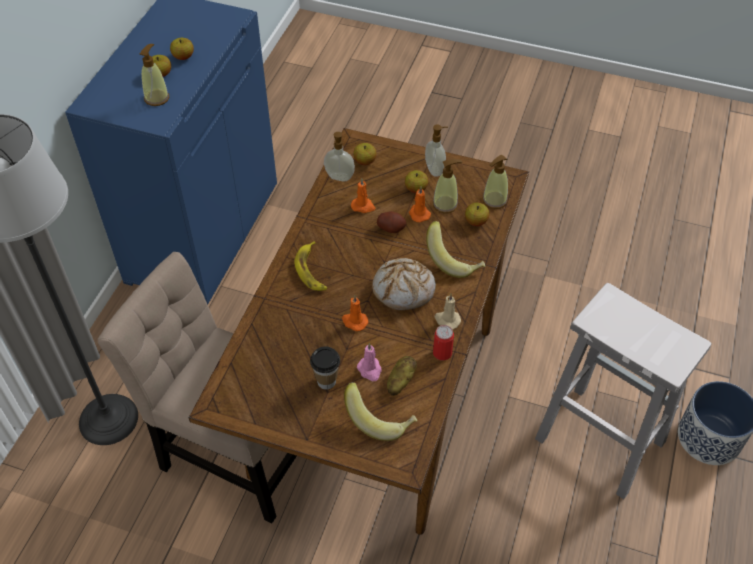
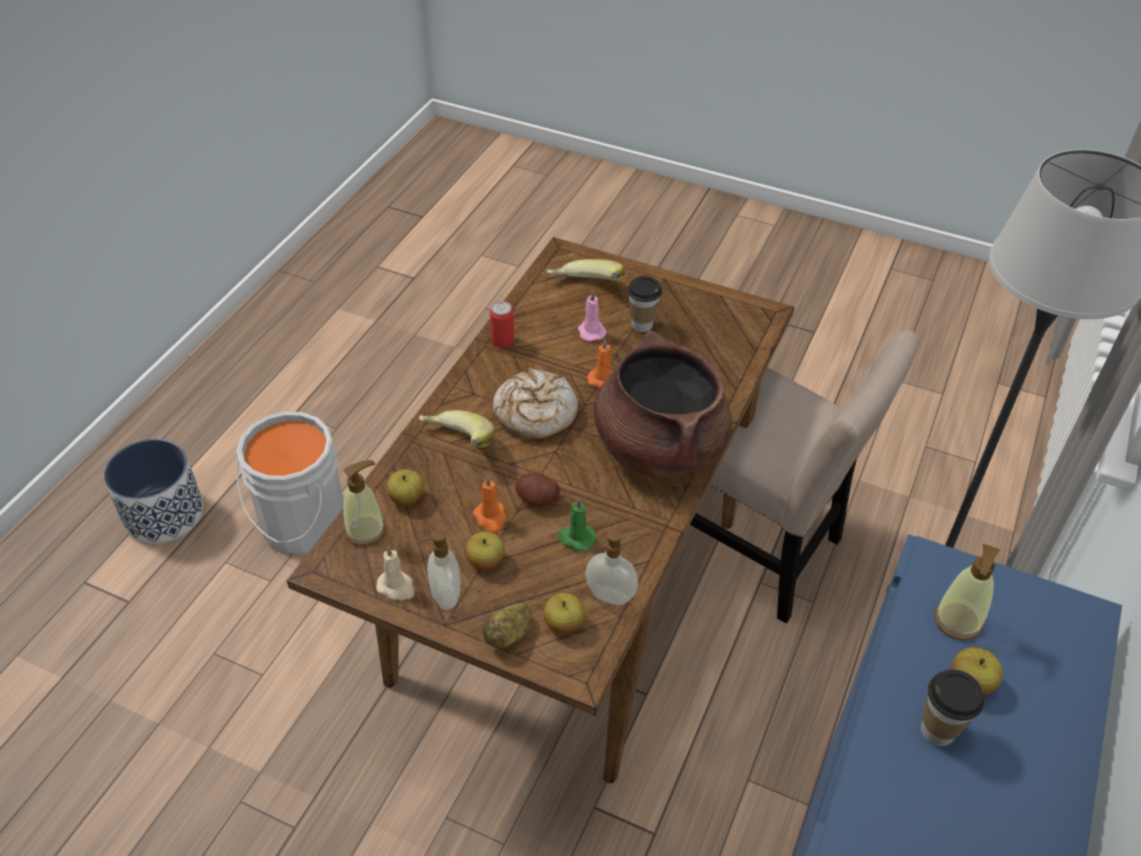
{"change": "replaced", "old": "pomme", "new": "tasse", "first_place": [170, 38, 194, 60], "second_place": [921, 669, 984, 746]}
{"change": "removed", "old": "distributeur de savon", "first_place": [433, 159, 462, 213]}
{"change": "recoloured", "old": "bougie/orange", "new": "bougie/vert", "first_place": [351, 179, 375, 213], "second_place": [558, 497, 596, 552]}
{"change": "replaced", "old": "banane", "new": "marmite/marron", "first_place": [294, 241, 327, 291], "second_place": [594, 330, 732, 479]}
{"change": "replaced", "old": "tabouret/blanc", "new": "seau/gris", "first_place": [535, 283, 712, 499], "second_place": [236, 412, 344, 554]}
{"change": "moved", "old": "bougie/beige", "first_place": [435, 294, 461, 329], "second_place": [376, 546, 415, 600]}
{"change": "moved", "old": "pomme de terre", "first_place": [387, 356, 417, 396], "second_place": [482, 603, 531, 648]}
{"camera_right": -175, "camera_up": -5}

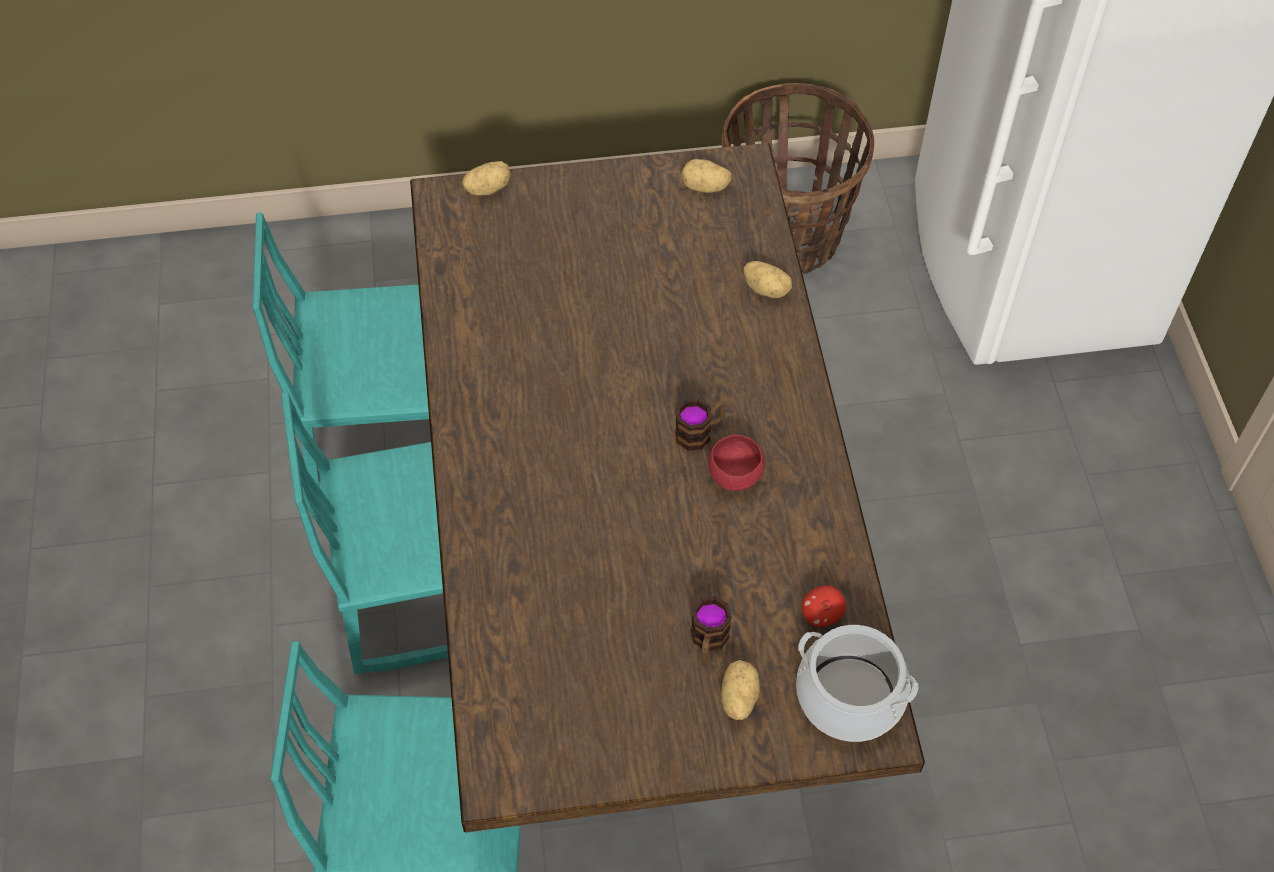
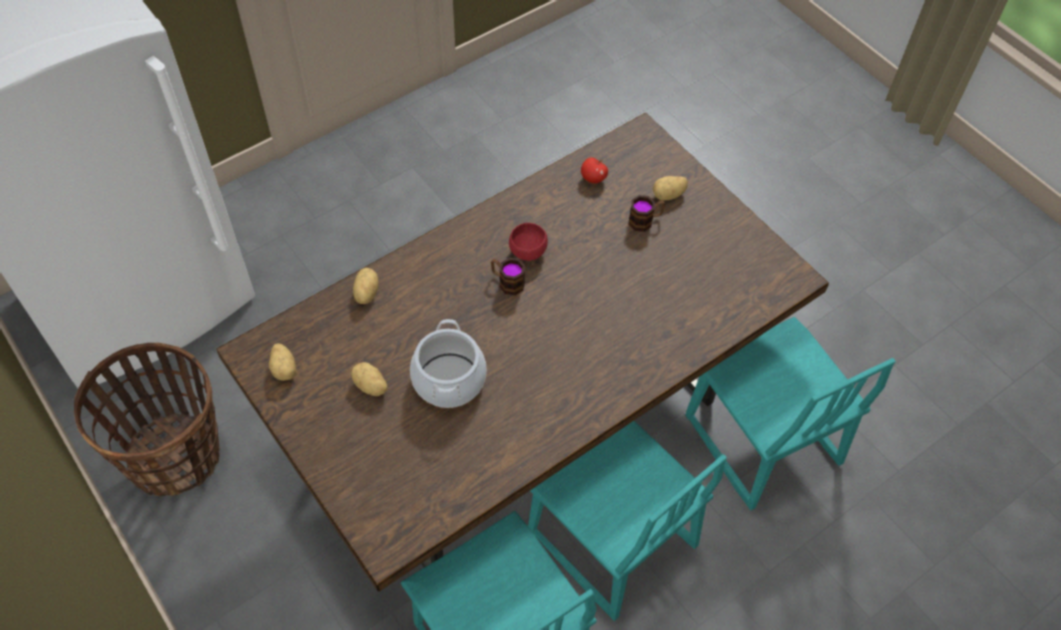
{"change": "moved", "old": "pomme de terre", "first_place": [462, 161, 511, 195], "second_place": [351, 362, 388, 396]}
{"change": "moved", "old": "marmite", "first_place": [796, 625, 918, 742], "second_place": [410, 319, 487, 408]}
{"camera_right": -120, "camera_up": 0}

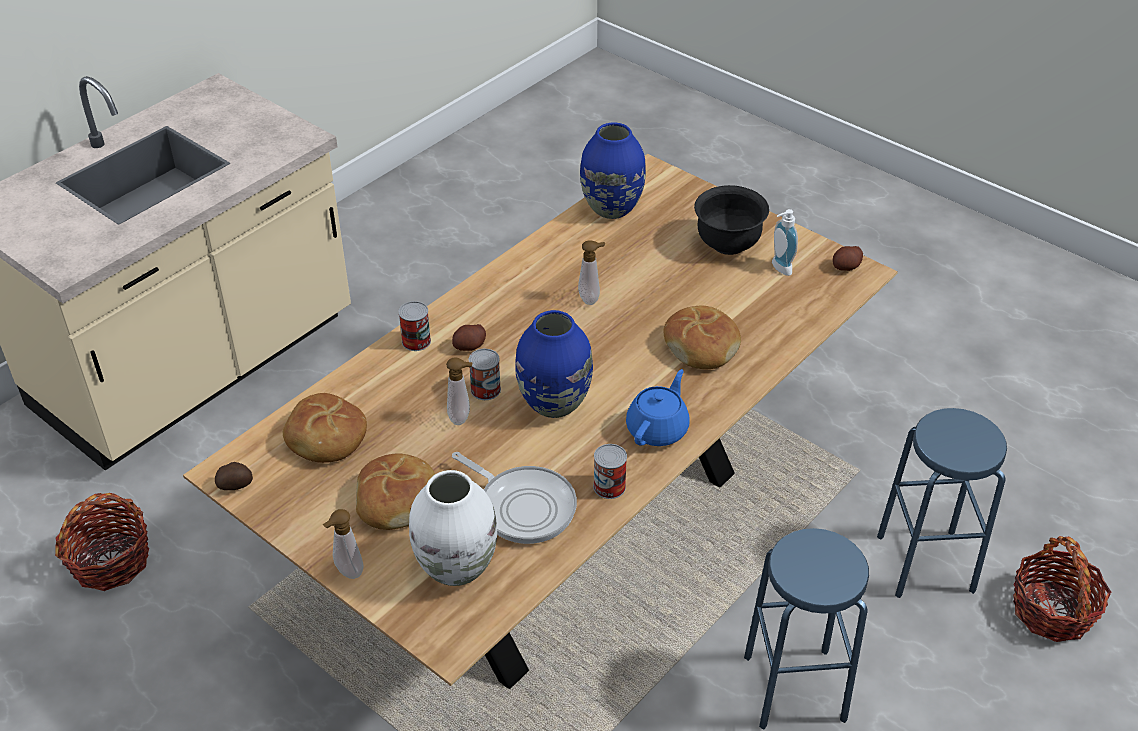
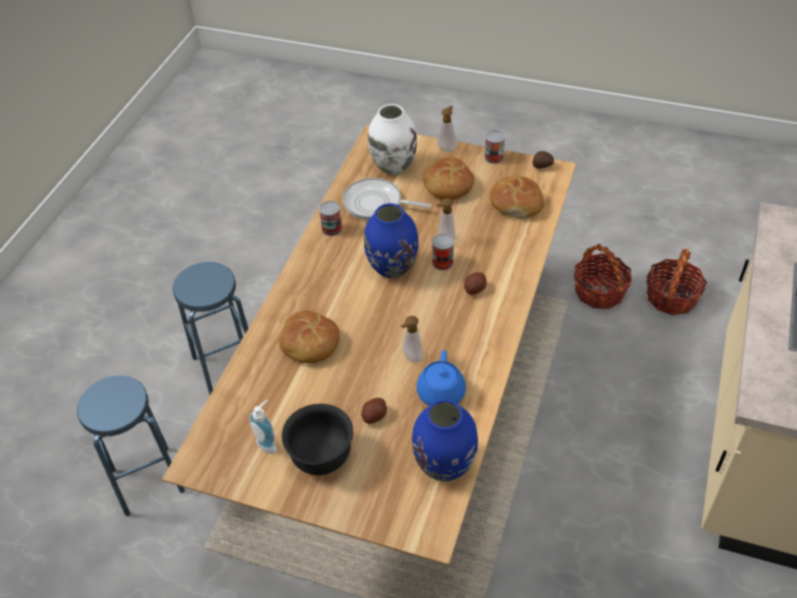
{"change": "moved", "old": "pomme de terre", "first_place": [833, 246, 863, 271], "second_place": [361, 398, 387, 424]}
{"change": "moved", "old": "boîte métallique", "first_place": [398, 301, 431, 351], "second_place": [485, 130, 505, 164]}
{"change": "moved", "old": "théière/bleu", "first_place": [626, 369, 690, 446], "second_place": [417, 350, 466, 406]}
{"change": "moved", "old": "panier", "first_place": [1013, 536, 1111, 642], "second_place": [574, 244, 632, 309]}
{"camera_right": 160, "camera_up": 5}

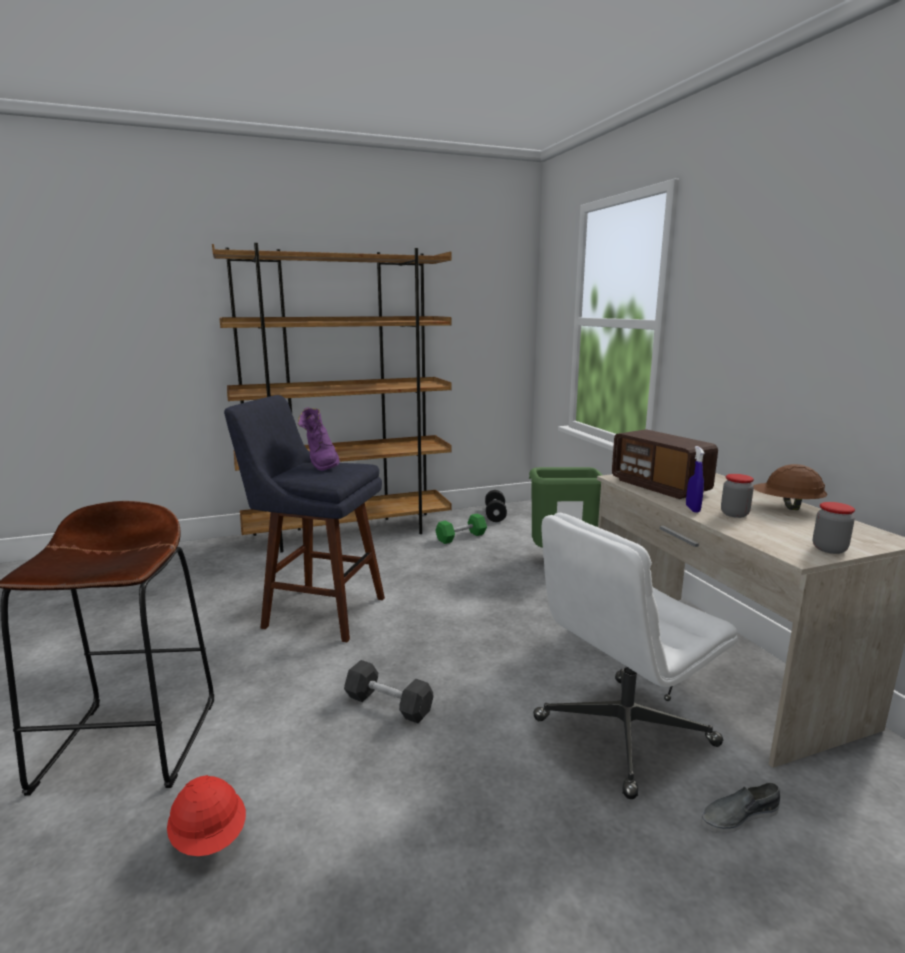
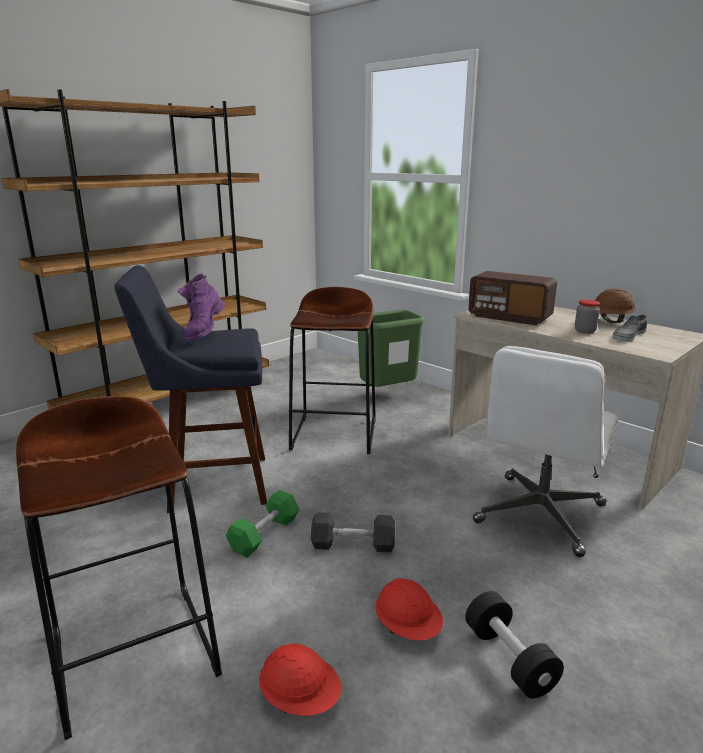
{"change": "turned", "old": "botte/violet", "first_place": [298, 407, 340, 471], "second_place": [177, 274, 225, 342], "degrees": 60}
{"change": "removed", "old": "vaporisateur/bleu", "first_place": [686, 446, 704, 513]}
{"change": "moved", "old": "haltère/noir", "first_place": [485, 490, 507, 522], "second_place": [465, 591, 564, 698]}
{"change": "removed", "old": "bocal", "first_place": [813, 502, 855, 554]}
{"change": "moved", "old": "haltère/vert", "first_place": [436, 513, 487, 544], "second_place": [225, 490, 300, 557]}
{"change": "moved", "old": "chaussure/gris", "first_place": [701, 782, 780, 833], "second_place": [612, 315, 647, 341]}
{"change": "added", "new": "tabouret/marron", "second_place": [289, 287, 376, 454]}
{"change": "added", "new": "casque de chantier/rouge", "second_place": [375, 578, 443, 640]}
{"camera_right": -25, "camera_up": 5}

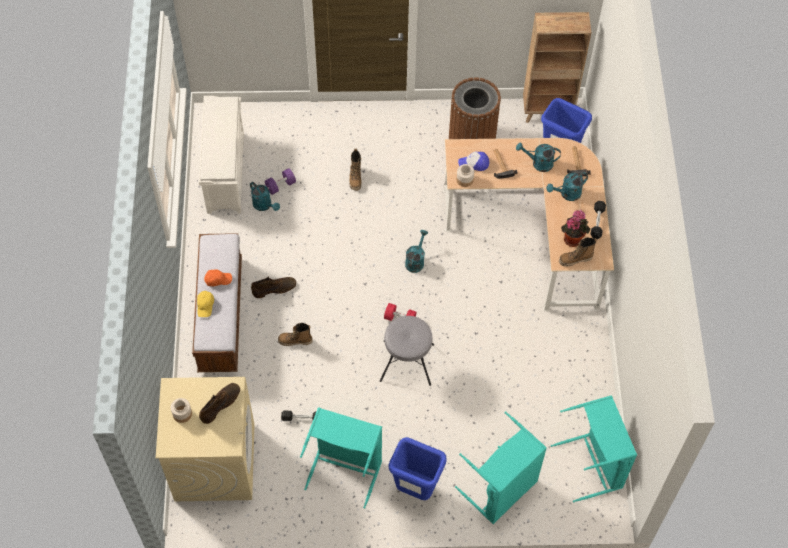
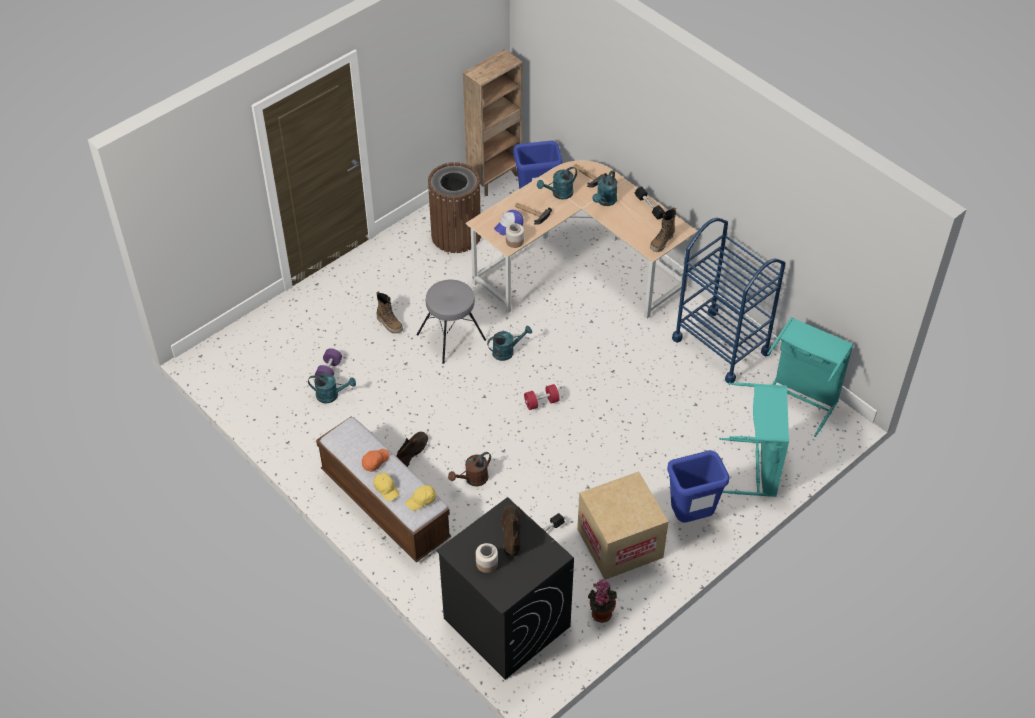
{"change": "removed", "old": "étagère à chaussures/blanc", "first_place": [199, 96, 244, 214]}
{"change": "moved", "old": "plante en pot", "first_place": [561, 210, 590, 247], "second_place": [588, 579, 617, 623]}
{"change": "turned", "old": "arrosoir/turquoise", "first_place": [405, 230, 428, 273], "second_place": [487, 326, 532, 361], "degrees": 90}
{"change": "moved", "old": "tabouret/gris", "first_place": [380, 316, 434, 386], "second_place": [417, 279, 486, 364]}
{"change": "replaced", "old": "botte", "new": "arrosoir/marron", "first_place": [278, 323, 312, 346], "second_place": [448, 452, 491, 486]}
{"change": "recoloured", "old": "lave-linge/beige", "new": "lave-linge/noir", "first_place": [156, 377, 255, 501], "second_place": [436, 497, 574, 680]}
{"change": "replaced", "old": "panier à linge/turquoise", "new": "carton", "first_place": [300, 407, 382, 509], "second_place": [577, 471, 669, 580]}
{"change": "added", "new": "chariot/bleu", "second_place": [672, 218, 785, 383]}
{"change": "added", "new": "casquette/jaune", "second_place": [405, 485, 436, 511]}
{"camera_right": -40, "camera_up": -10}

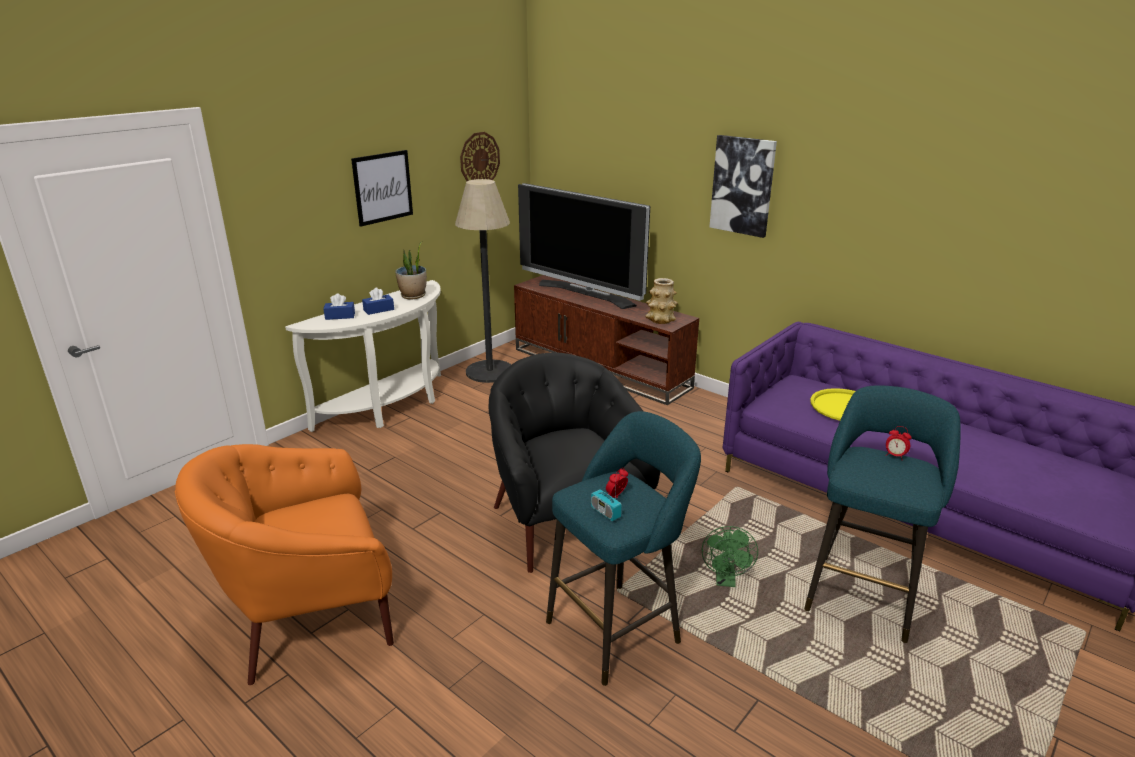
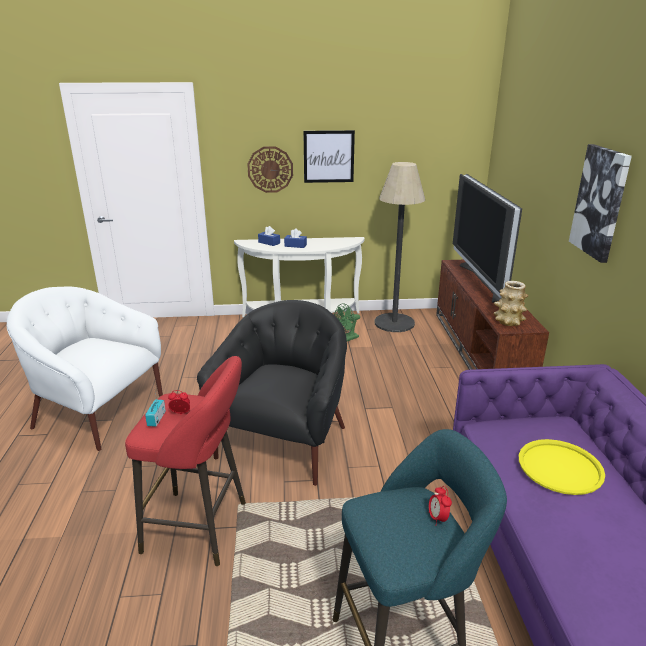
{"change": "moved", "old": "horloge murale", "first_place": [460, 132, 500, 181], "second_place": [247, 146, 293, 193]}
{"change": "removed", "old": "plante en pot", "first_place": [395, 242, 427, 300]}
{"change": "recoloured", "old": "tabouret/turquoise", "new": "tabouret/rouge", "first_place": [546, 411, 701, 686], "second_place": [125, 356, 246, 566]}
{"change": "recoloured", "old": "fauteuil/orange", "new": "fauteuil/blanc", "first_place": [175, 444, 394, 685], "second_place": [7, 287, 163, 451]}
{"change": "moved", "old": "ventilateur/vert", "first_place": [702, 526, 758, 587], "second_place": [334, 304, 360, 341]}
{"camera_right": 45, "camera_up": 0}

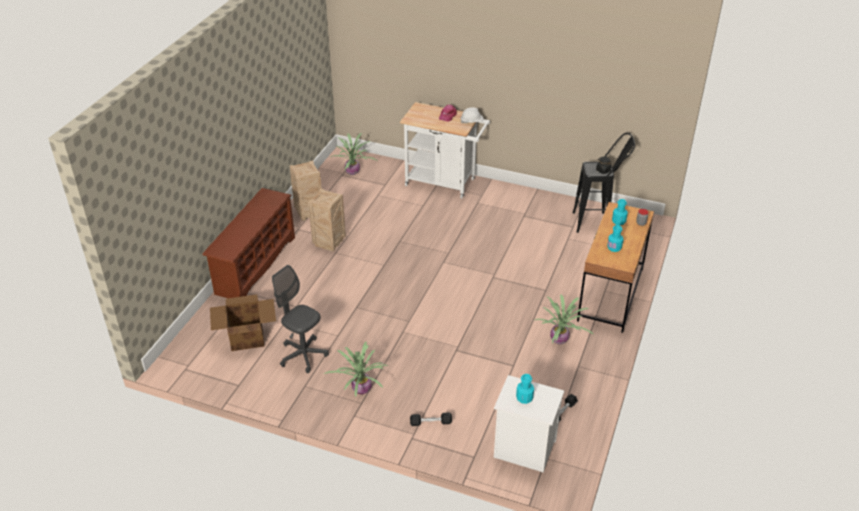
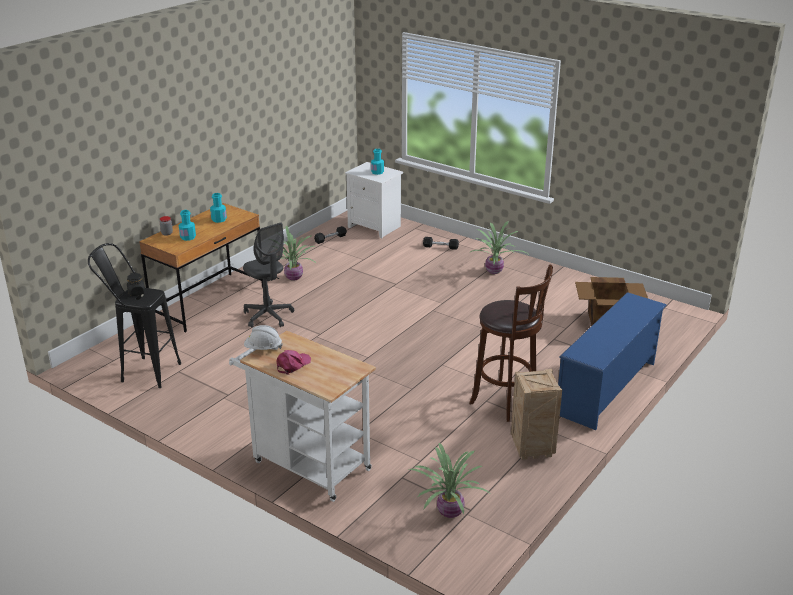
{"change": "recoloured", "old": "étagère à chaussures/marron", "new": "étagère à chaussures/bleu", "first_place": [202, 188, 295, 298], "second_place": [558, 292, 667, 430]}
{"change": "replaced", "old": "caisse", "new": "tabouret/marron", "first_place": [308, 188, 346, 251], "second_place": [469, 265, 553, 422]}
{"change": "moved", "old": "chaise de bureau/gris", "first_place": [272, 265, 329, 373], "second_place": [243, 223, 294, 327]}
{"camera_right": -165, "camera_up": -10}

